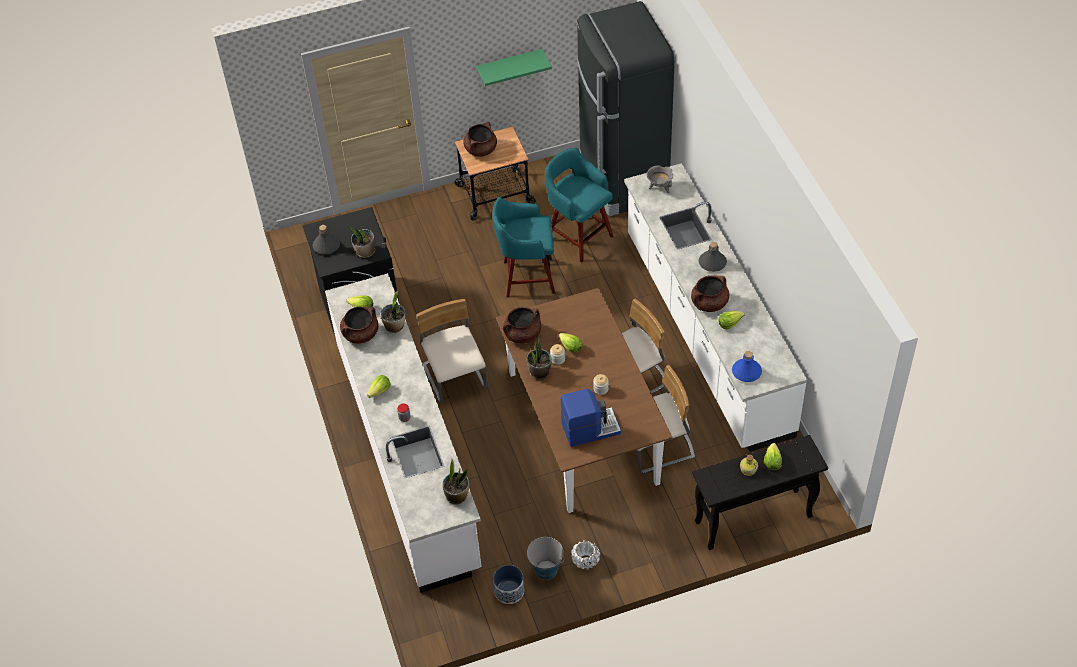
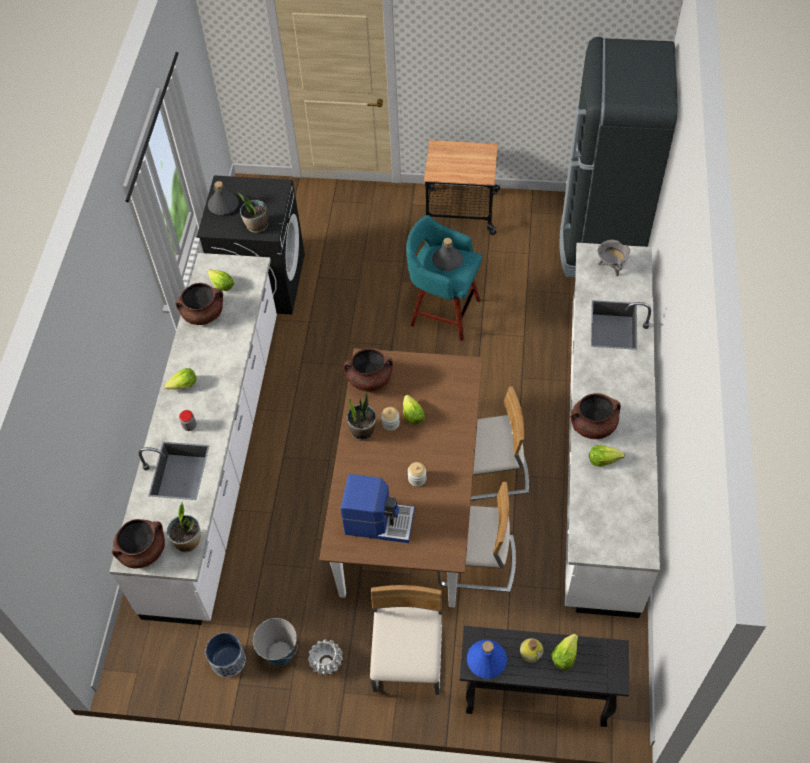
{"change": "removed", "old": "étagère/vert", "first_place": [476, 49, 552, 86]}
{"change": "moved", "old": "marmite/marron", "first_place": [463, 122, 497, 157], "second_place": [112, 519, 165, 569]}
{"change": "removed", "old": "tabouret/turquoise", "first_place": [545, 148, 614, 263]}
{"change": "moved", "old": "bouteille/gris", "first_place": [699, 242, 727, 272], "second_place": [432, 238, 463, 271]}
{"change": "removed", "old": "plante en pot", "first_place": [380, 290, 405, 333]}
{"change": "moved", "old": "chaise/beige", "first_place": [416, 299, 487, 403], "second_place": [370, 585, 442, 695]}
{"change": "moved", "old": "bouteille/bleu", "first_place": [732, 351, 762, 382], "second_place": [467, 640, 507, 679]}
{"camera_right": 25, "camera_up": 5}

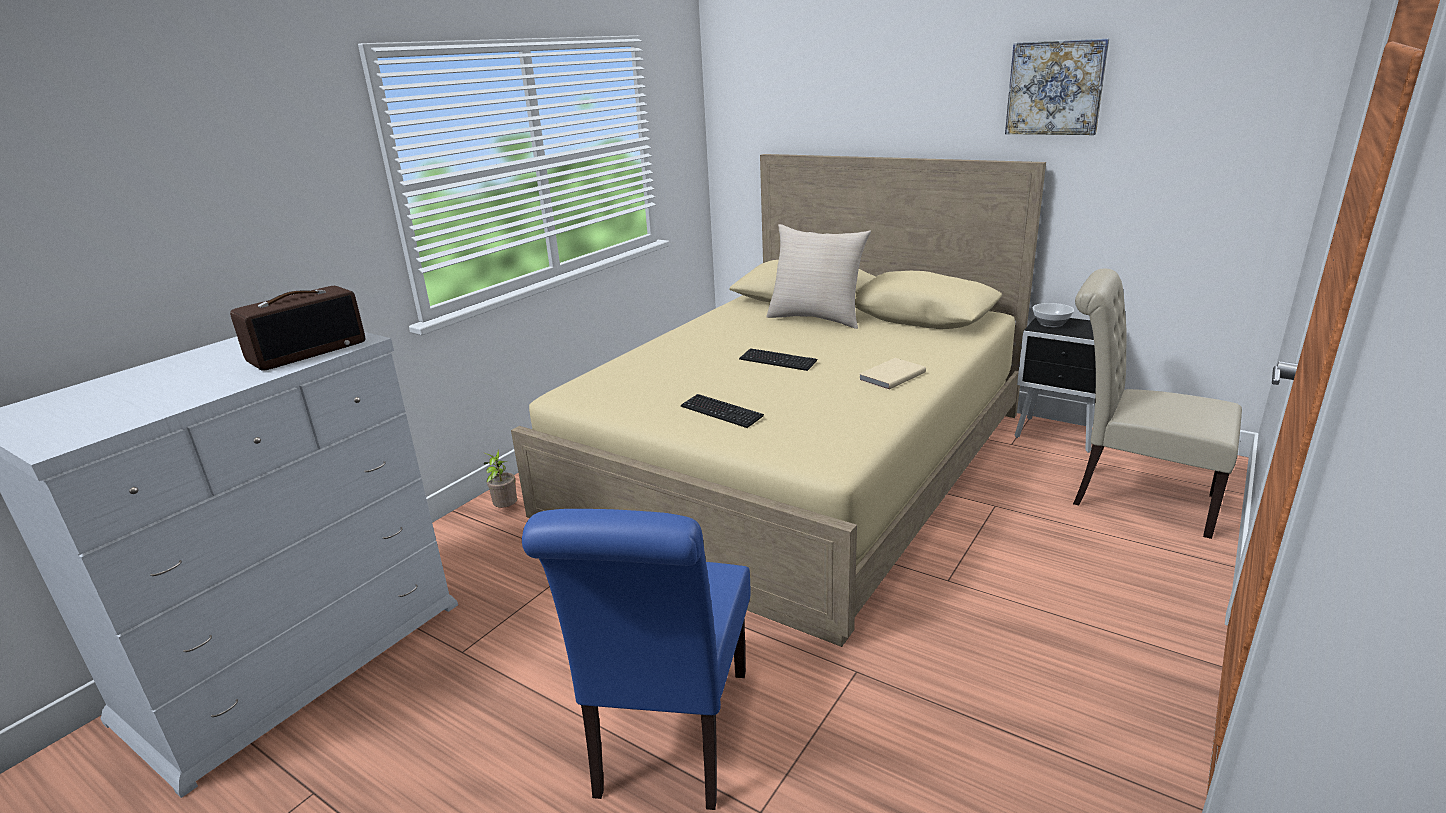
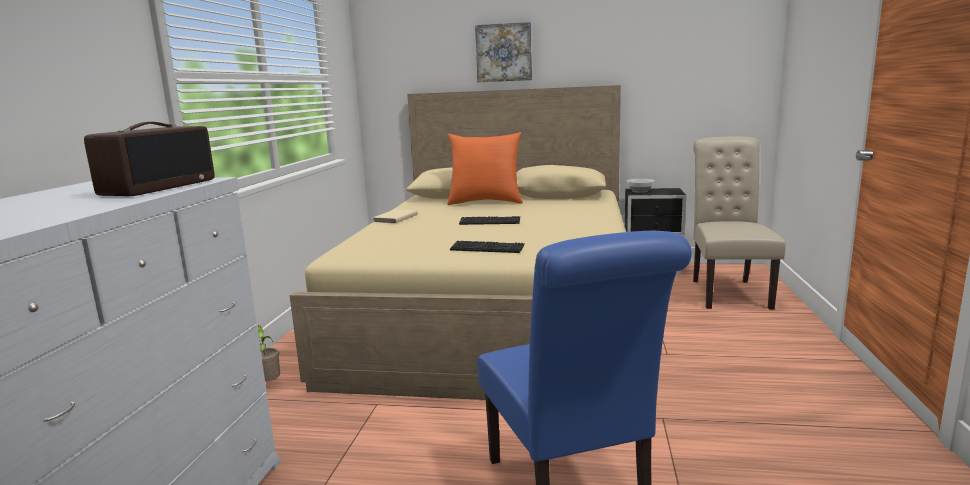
{"change": "moved", "old": "tableau", "first_place": [1005, 38, 1109, 135], "second_place": [475, 22, 532, 82]}
{"change": "recoloured", "old": "coussin/beige", "new": "coussin/orange", "first_place": [766, 224, 871, 329], "second_place": [448, 132, 523, 205]}
{"change": "turned", "old": "chaise/beige", "first_place": [1073, 269, 1242, 539], "second_place": [693, 137, 786, 310], "degrees": 90}
{"change": "moved", "old": "livre/beige", "first_place": [859, 358, 926, 390], "second_place": [373, 209, 418, 224]}
{"camera_right": -25, "camera_up": -10}

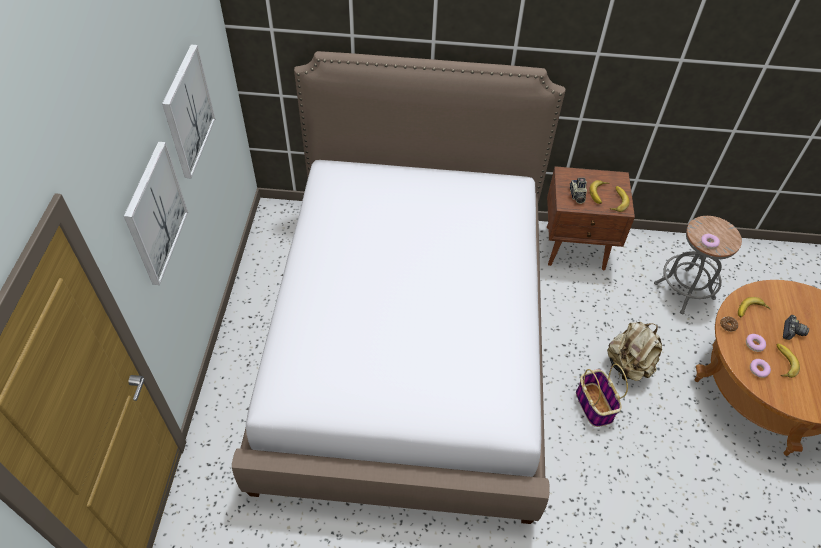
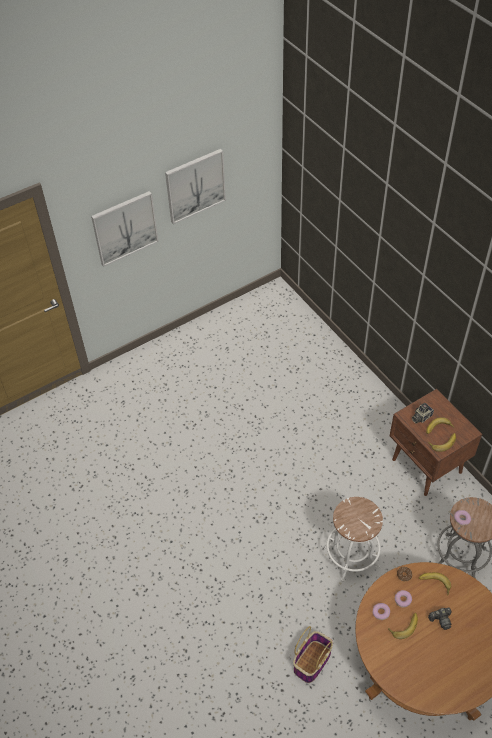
{"change": "removed", "old": "lit", "first_place": [232, 51, 566, 524]}
{"change": "replaced", "old": "sac à dos/beige", "new": "tabouret/blanc", "first_place": [607, 322, 662, 381], "second_place": [325, 497, 383, 582]}
{"change": "moved", "old": "panier", "first_place": [576, 364, 628, 427], "second_place": [293, 626, 333, 683]}
{"camera_right": 55, "camera_up": 0}

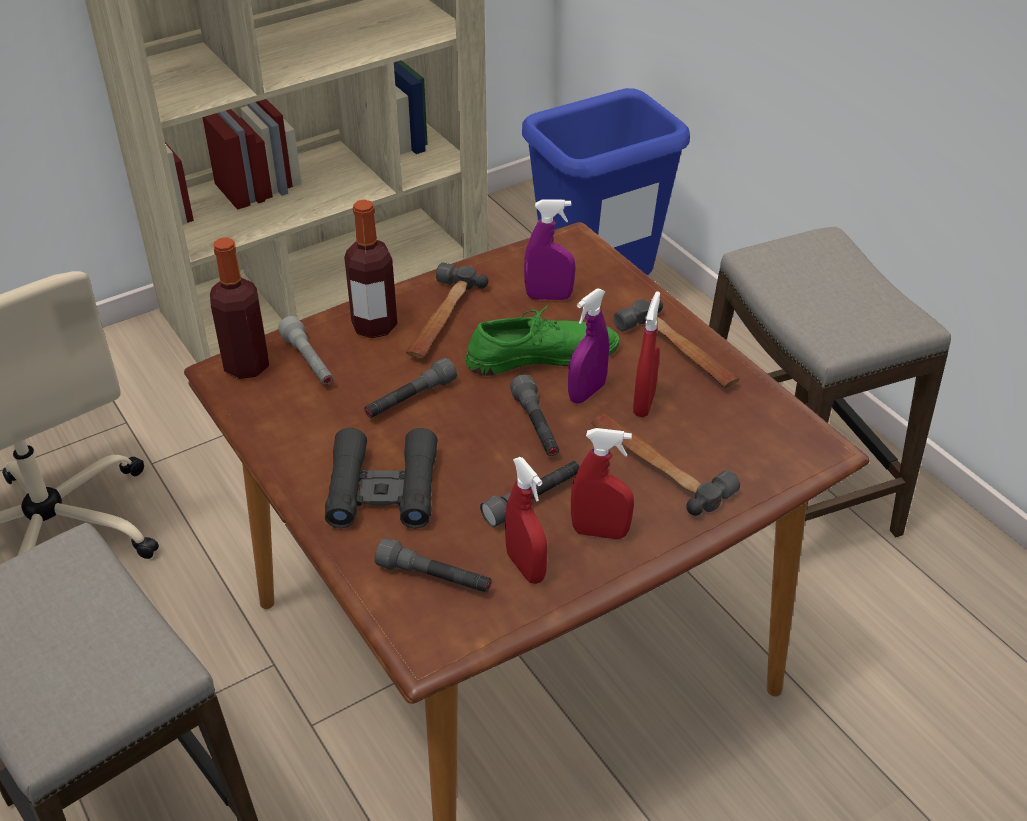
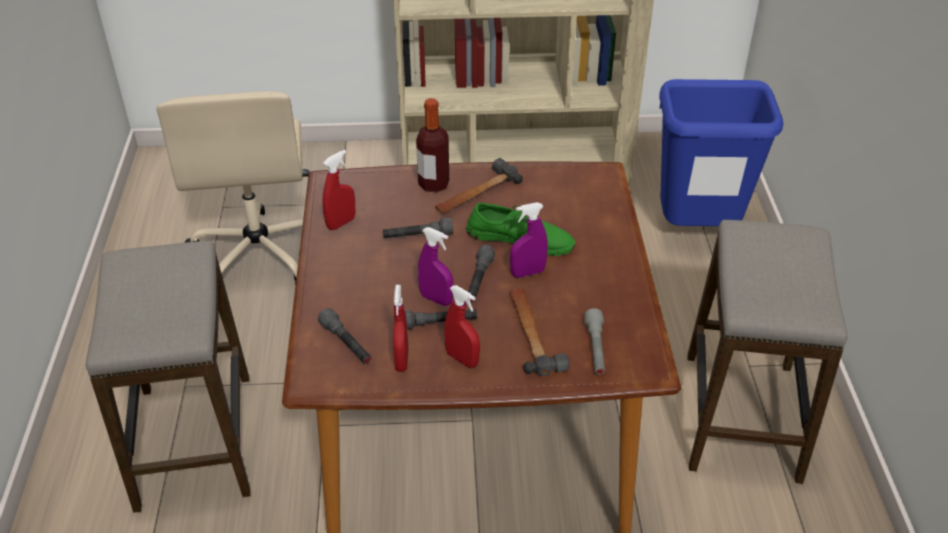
{"change": "moved", "old": "vaporisateur/violet", "first_place": [524, 199, 576, 300], "second_place": [418, 227, 453, 306]}
{"change": "removed", "old": "bouteille", "first_place": [210, 237, 269, 379]}
{"change": "moved", "old": "vaporisateur/rouge", "first_place": [633, 291, 660, 417], "second_place": [322, 150, 355, 230]}
{"change": "removed", "old": "marteau", "first_place": [614, 299, 740, 388]}
{"change": "moved", "old": "lampe de poche/gris", "first_place": [278, 316, 333, 385], "second_place": [584, 308, 605, 375]}
{"change": "removed", "old": "jumelles/noir", "first_place": [325, 428, 438, 528]}
{"camera_right": 30, "camera_up": 0}

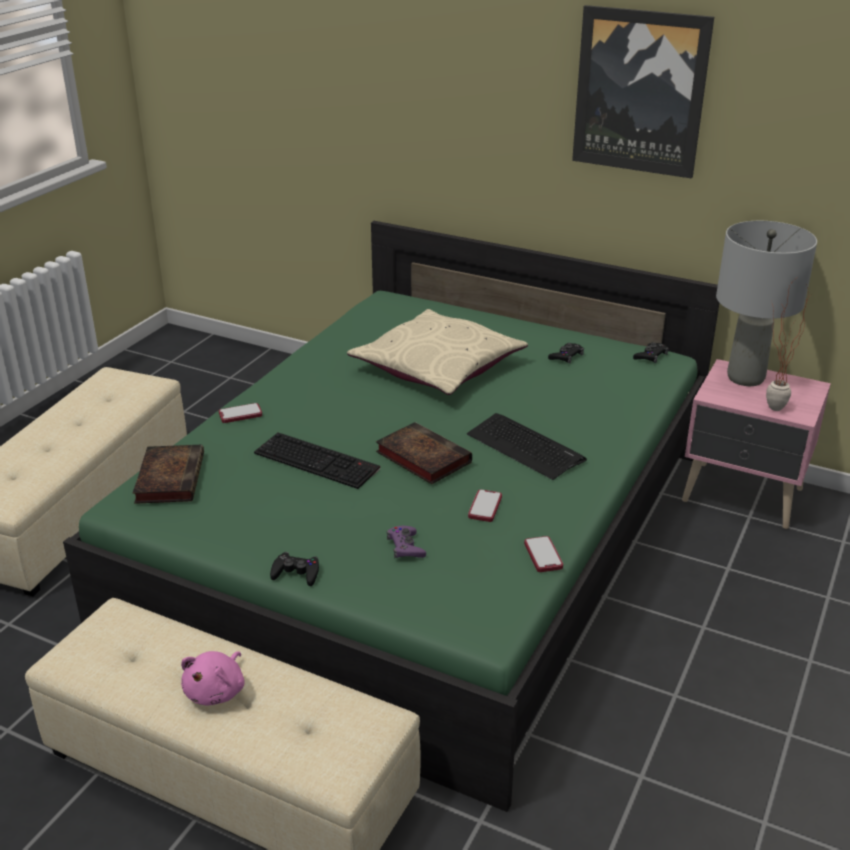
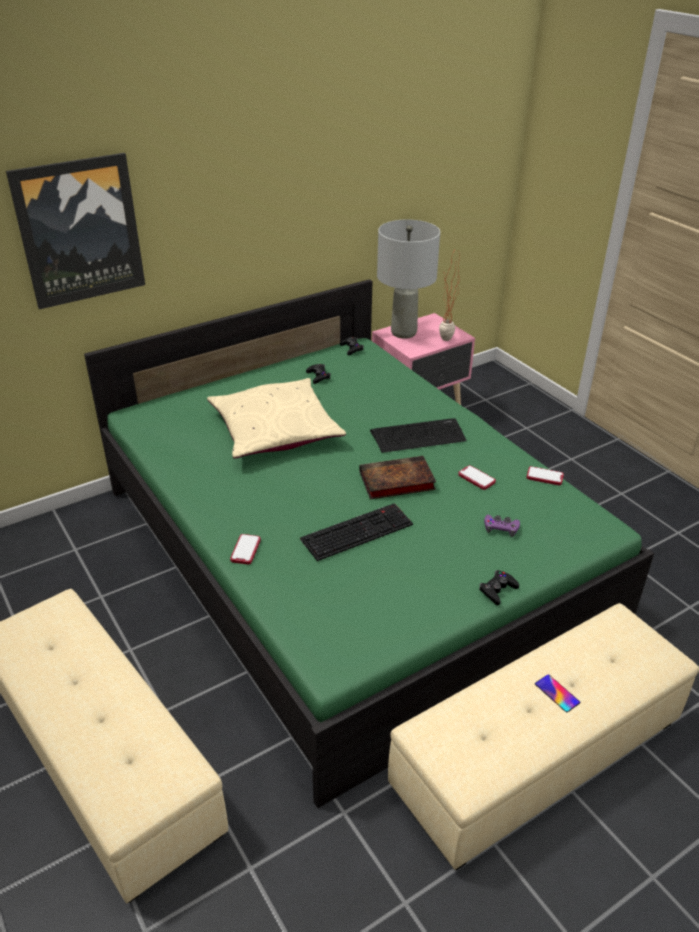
{"change": "moved", "old": "tableau", "first_place": [572, 5, 714, 179], "second_place": [6, 153, 145, 309]}
{"change": "removed", "old": "livre", "first_place": [132, 445, 204, 504]}
{"change": "replaced", "old": "peluche/rose", "new": "téléphone", "first_place": [181, 651, 245, 706], "second_place": [535, 674, 580, 712]}
{"camera_right": -60, "camera_up": 5}

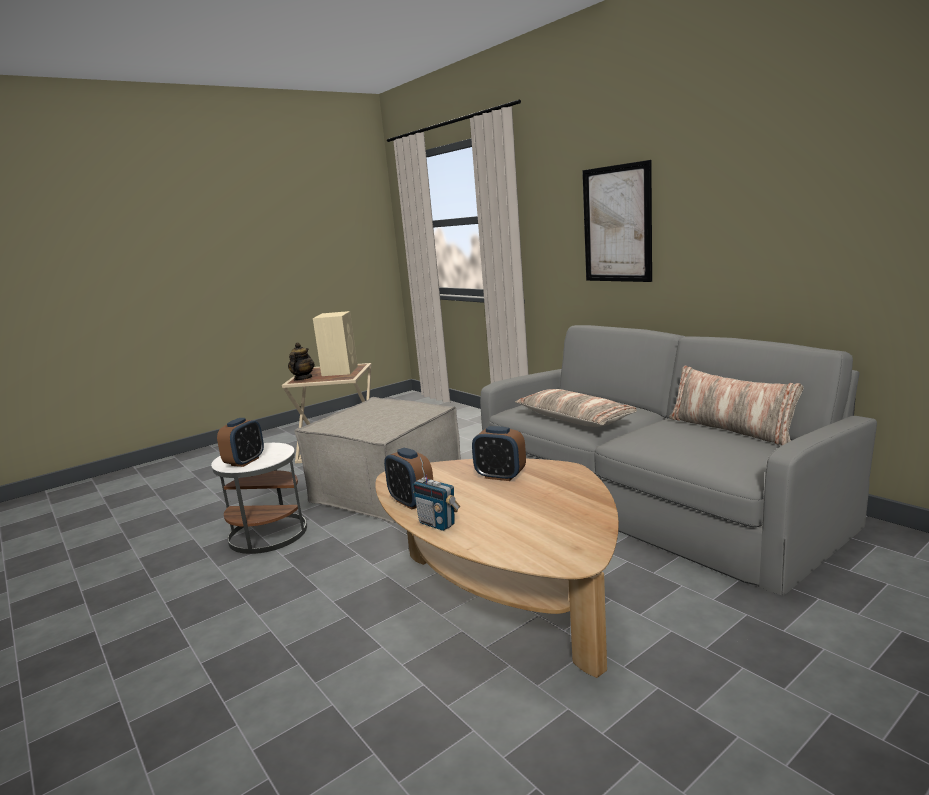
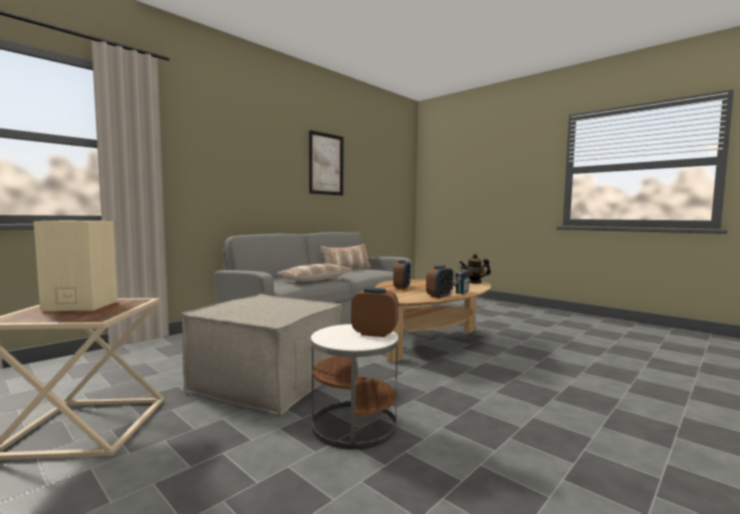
{"change": "moved", "old": "tableau", "first_place": [582, 160, 652, 282], "second_place": [309, 130, 343, 196]}
{"change": "moved", "old": "théière", "first_place": [288, 343, 315, 380], "second_place": [459, 254, 491, 284]}
{"camera_right": -100, "camera_up": -10}

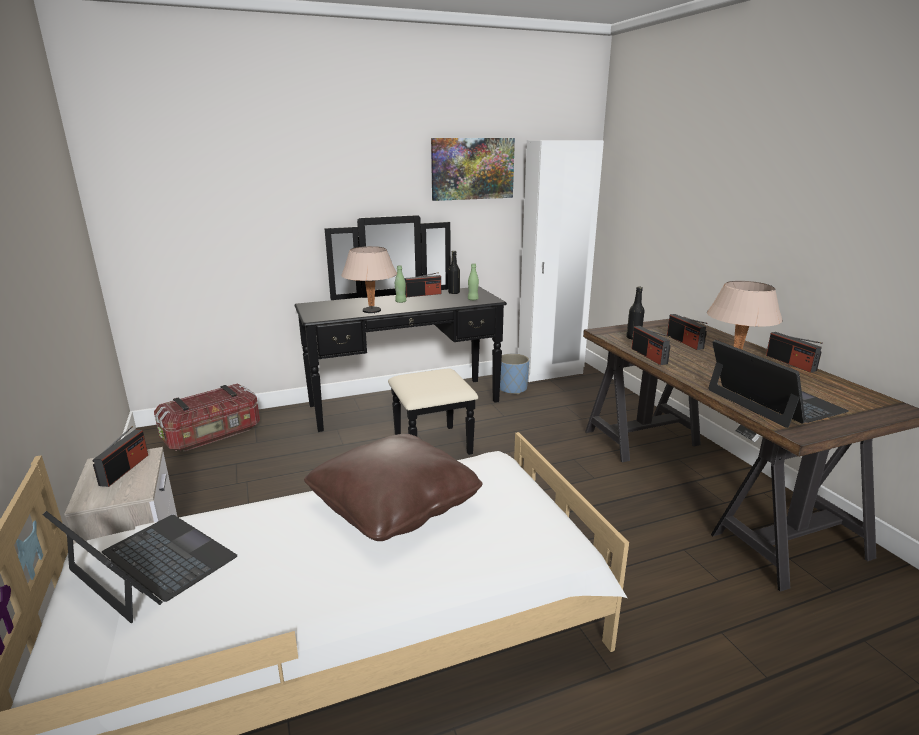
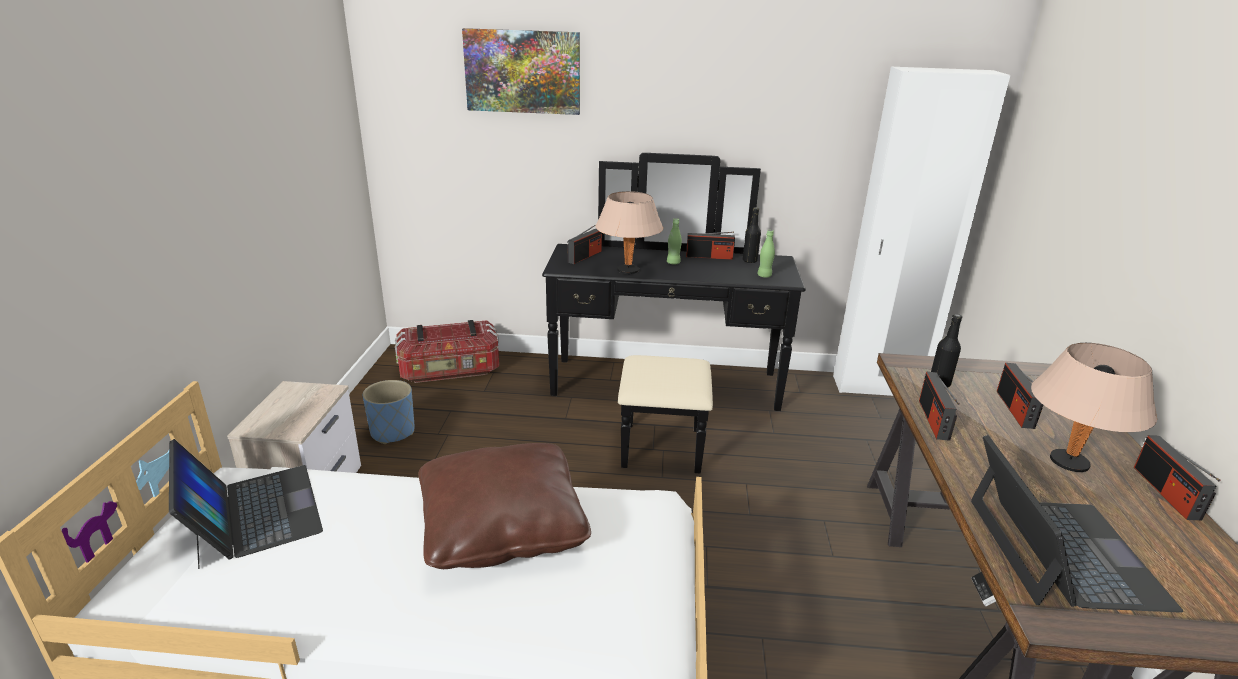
{"change": "moved", "old": "tableau", "first_place": [431, 138, 515, 201], "second_place": [462, 28, 580, 115]}
{"change": "moved", "old": "cache-pot/bleu", "first_place": [500, 354, 529, 394], "second_place": [362, 380, 415, 444]}
{"change": "moved", "old": "radio", "first_place": [93, 426, 148, 487], "second_place": [567, 225, 602, 264]}
{"camera_right": 25, "camera_up": 5}

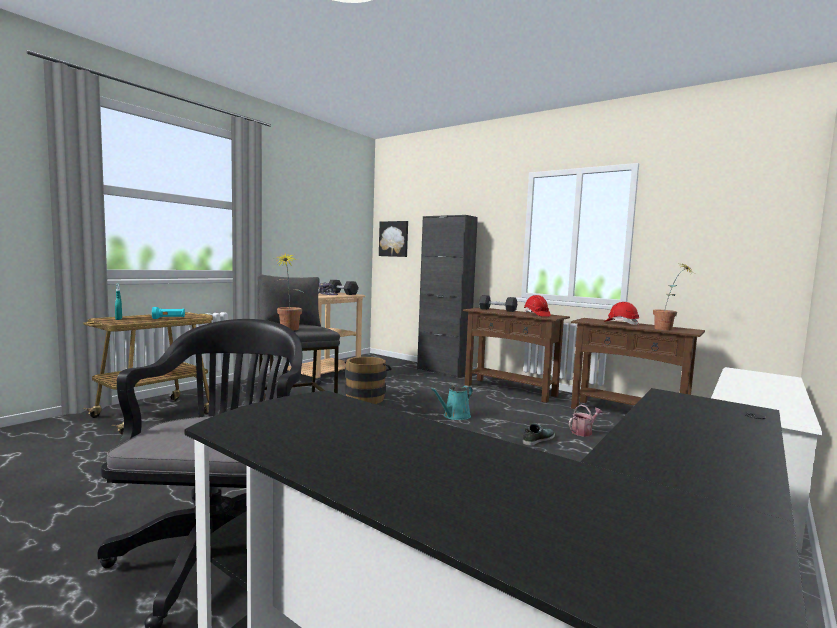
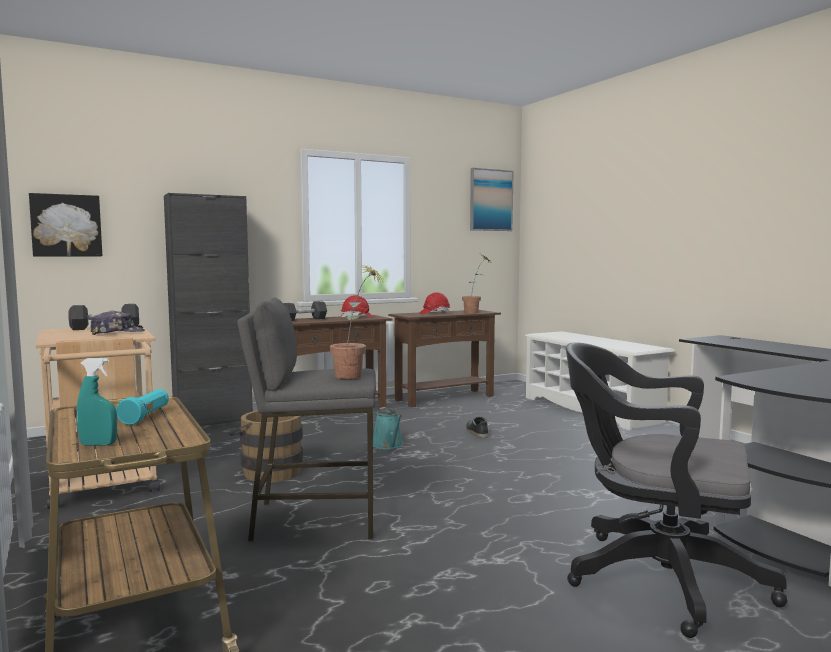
{"change": "removed", "old": "arrosoir", "first_place": [569, 405, 603, 437]}
{"change": "added", "new": "tableau", "second_place": [470, 168, 514, 231]}
{"camera_right": -65, "camera_up": 0}

